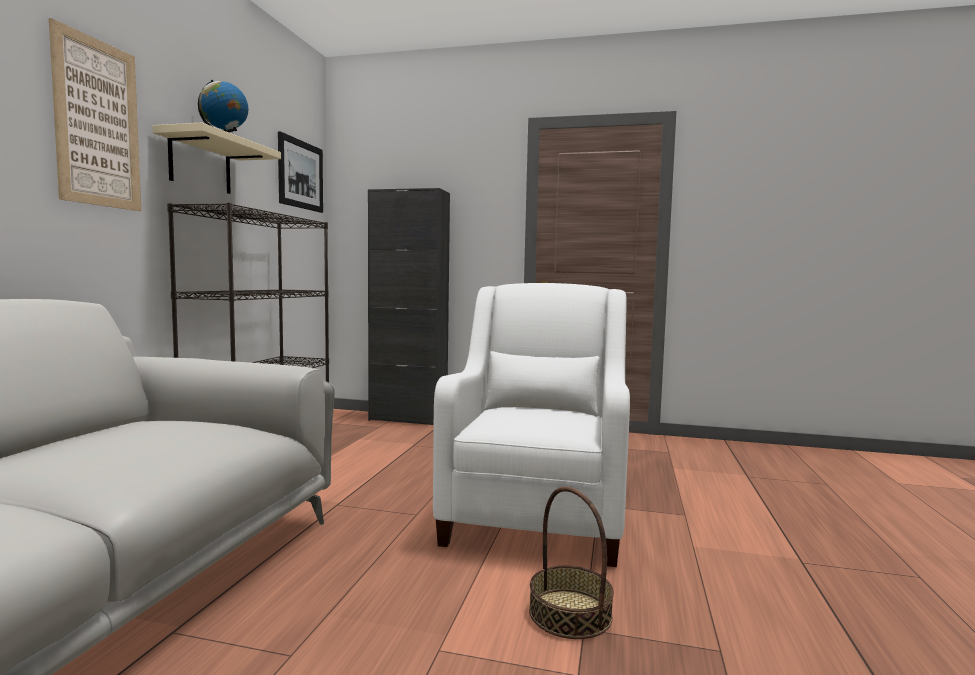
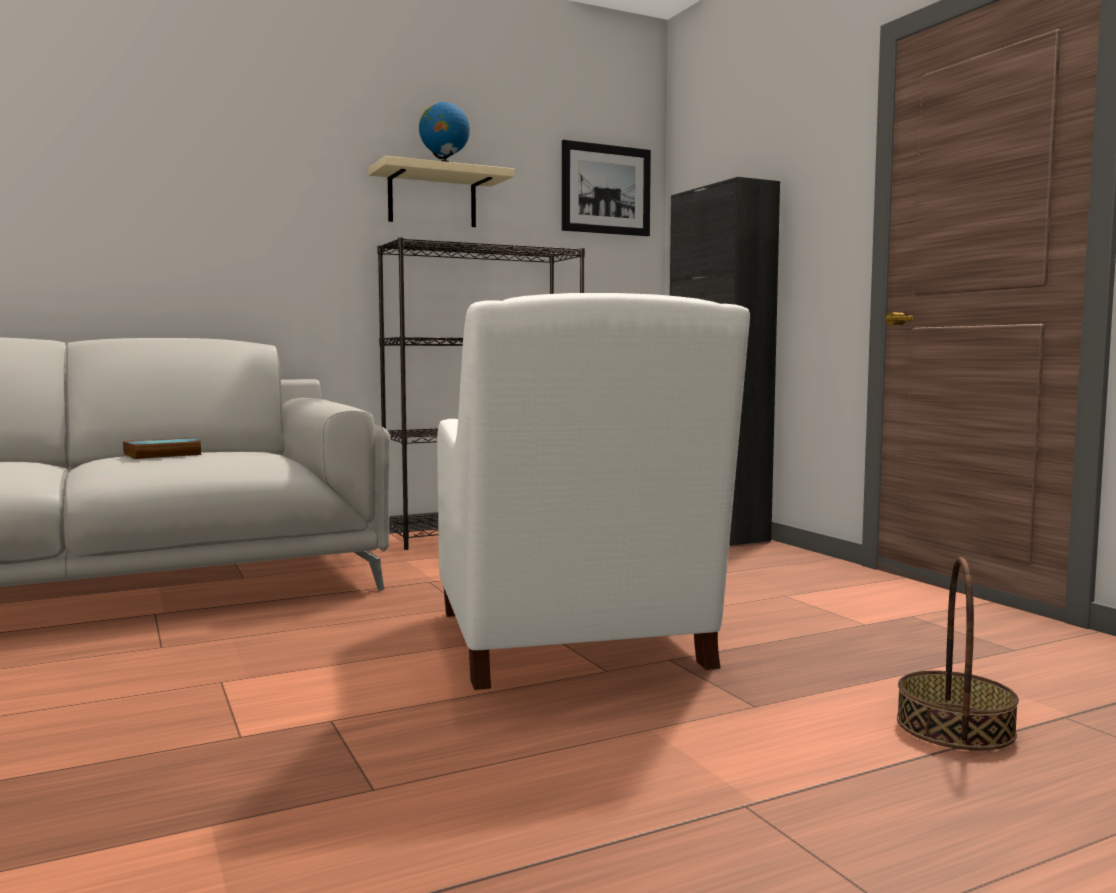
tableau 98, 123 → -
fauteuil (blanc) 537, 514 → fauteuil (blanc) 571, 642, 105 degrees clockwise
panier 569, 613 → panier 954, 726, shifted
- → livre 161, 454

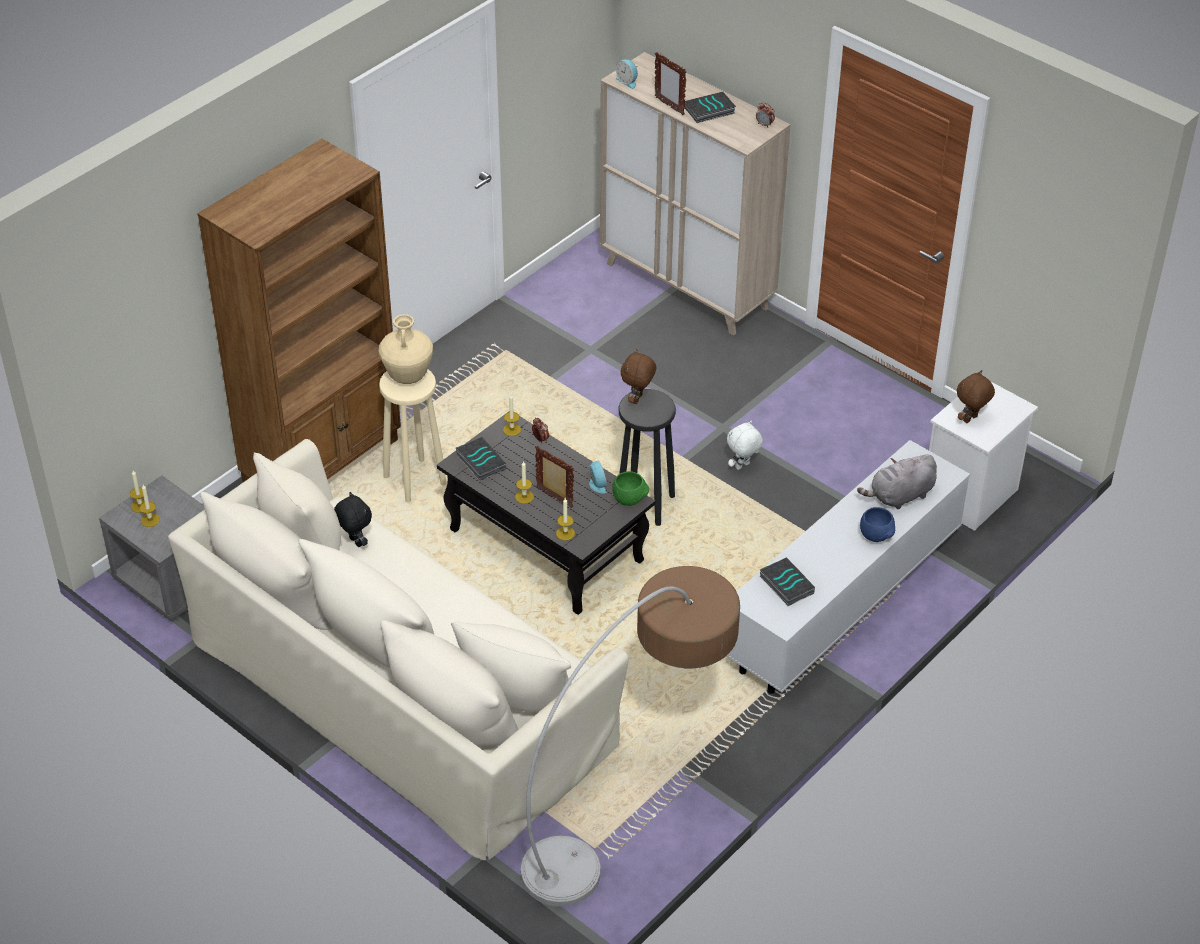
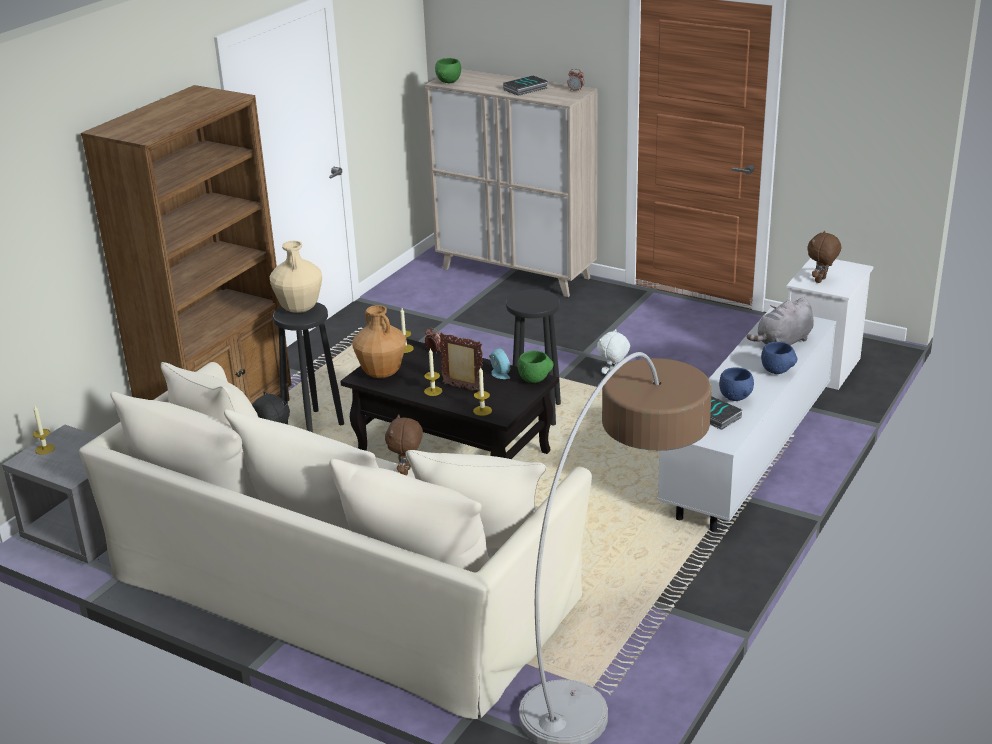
bougie 150, 520 → -
tabouret (beige) 414, 480 → tabouret (noir) 313, 425
livre 479, 462 → vase (marron) 381, 373
réveil 627, 81 → bol (vert) 448, 82
peluche (marron) 638, 399 → peluche (marron) 407, 472, shifted
cadre photo 669, 106 → -
- → bol (bleu) 735, 398

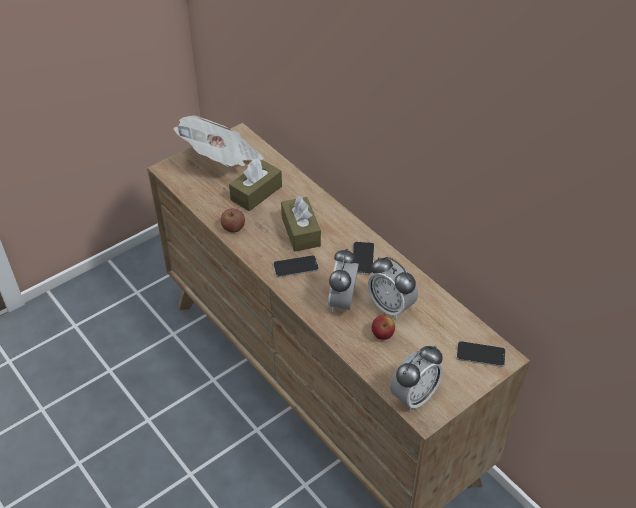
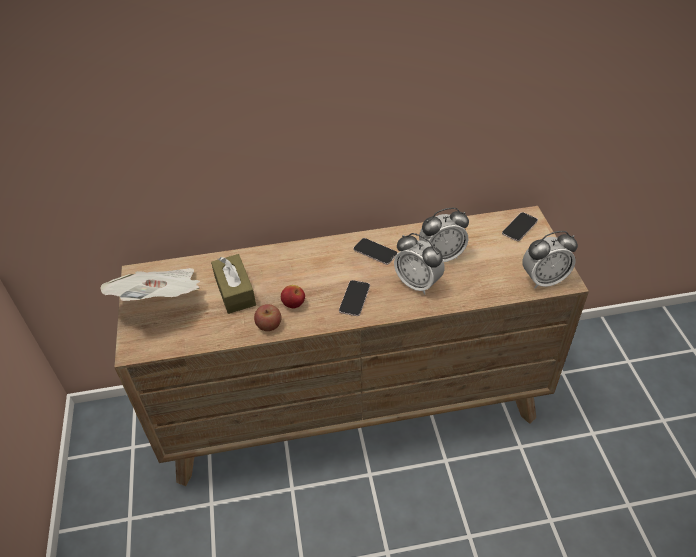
boîte à mouchoirs (marron) 300, 231 → -
pomme 382, 335 → pomme 293, 304, shifted
réveil 414, 396 → réveil 543, 280, 90 degrees clockwise

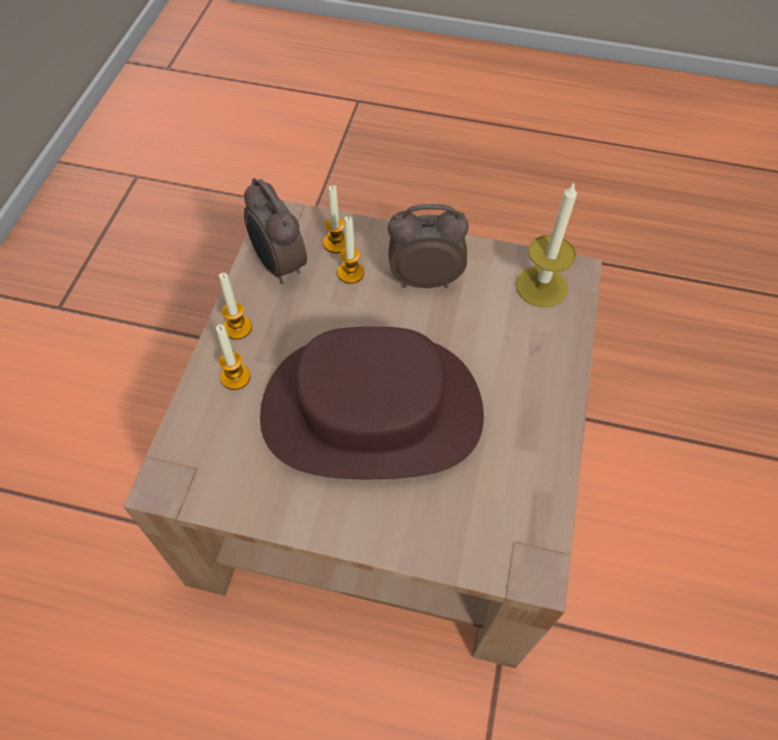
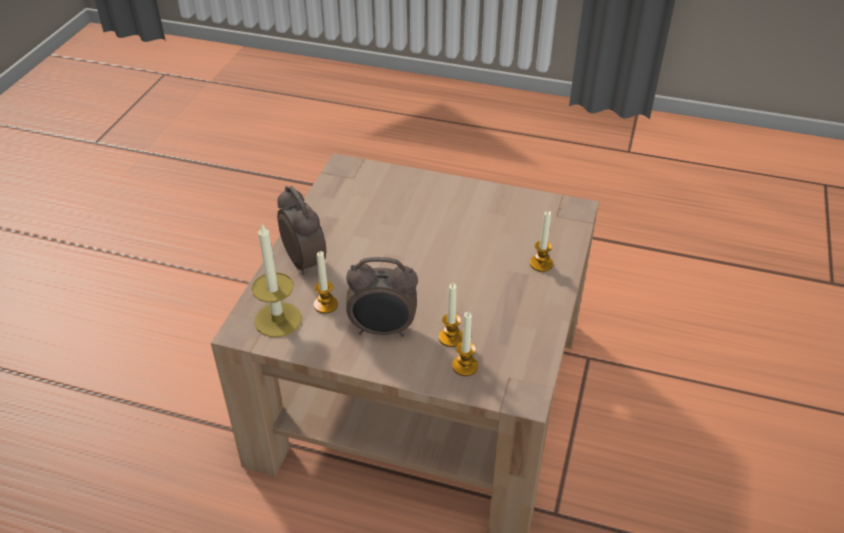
bougie 237, 328 → bougie 325, 305, shifted
réveil 278, 266 → réveil 306, 261, shifted
chapeau (marron) 371, 412 → -

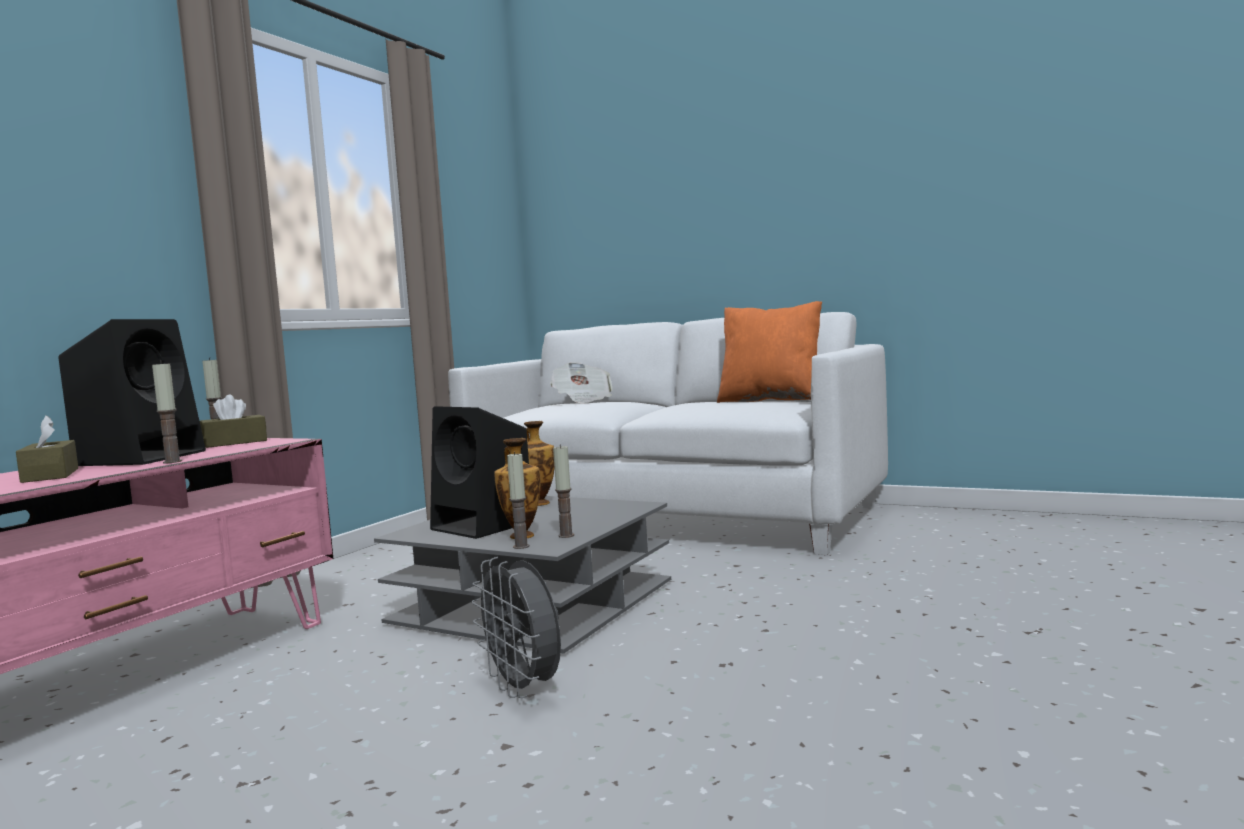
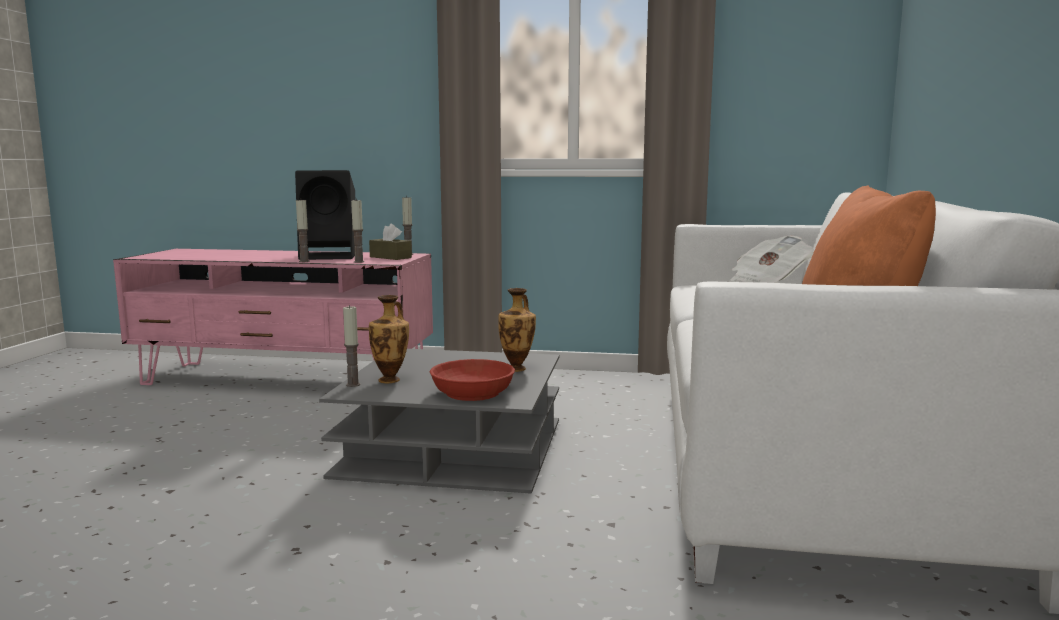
boîte à mouchoirs (marron) 50, 475 → -
enceinte (noir) 484, 526 → -
ventilateur (gris) 524, 689 → -
bougie 566, 535 → bougie 359, 262, shifted
- → bol (rouge) 472, 392

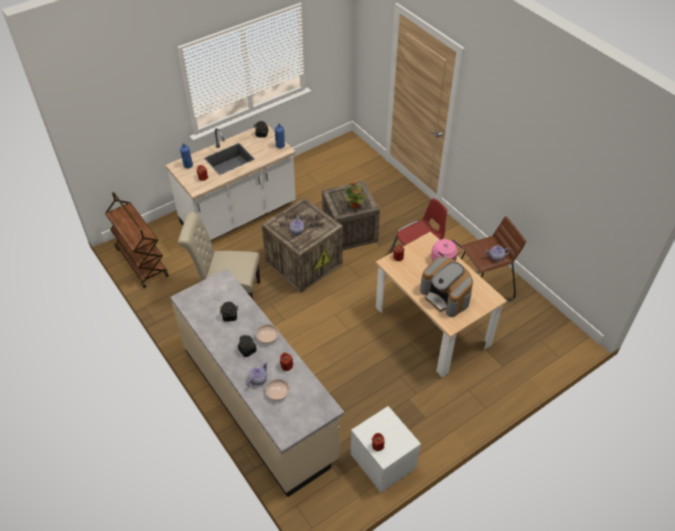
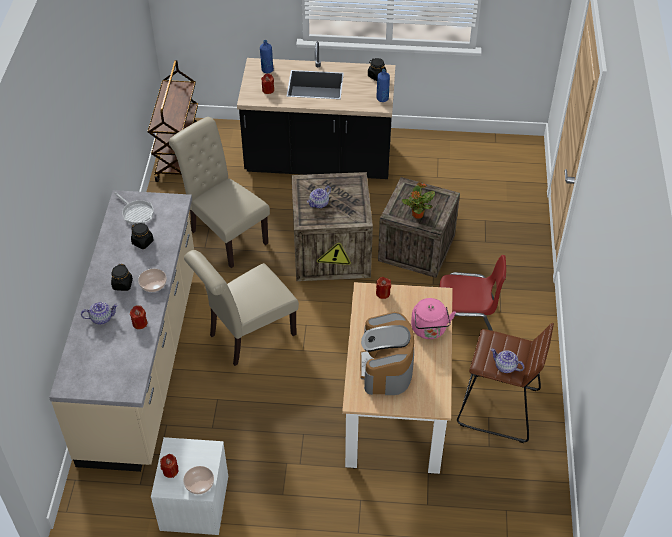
comptoir de cuisine (blanc) 239, 214 → comptoir de cuisine (noir) 318, 161
bol 278, 393 → bol 199, 484, shifted
- → poêle 136, 212
- → chaise (beige) 247, 336

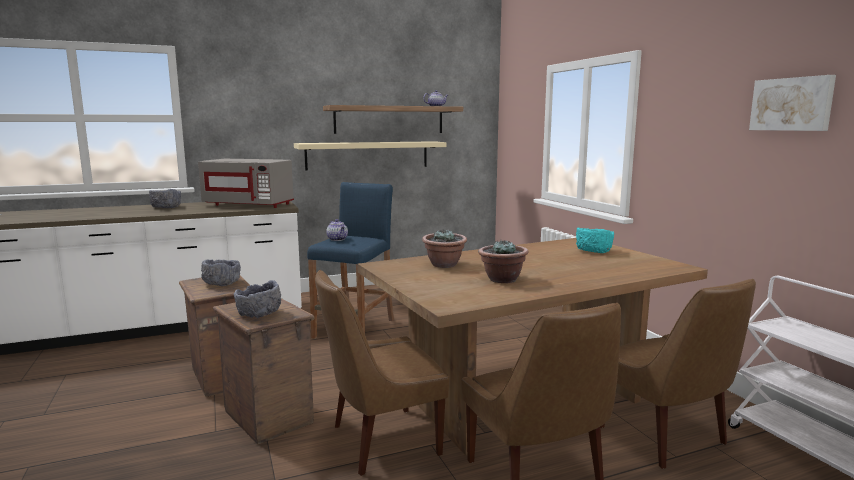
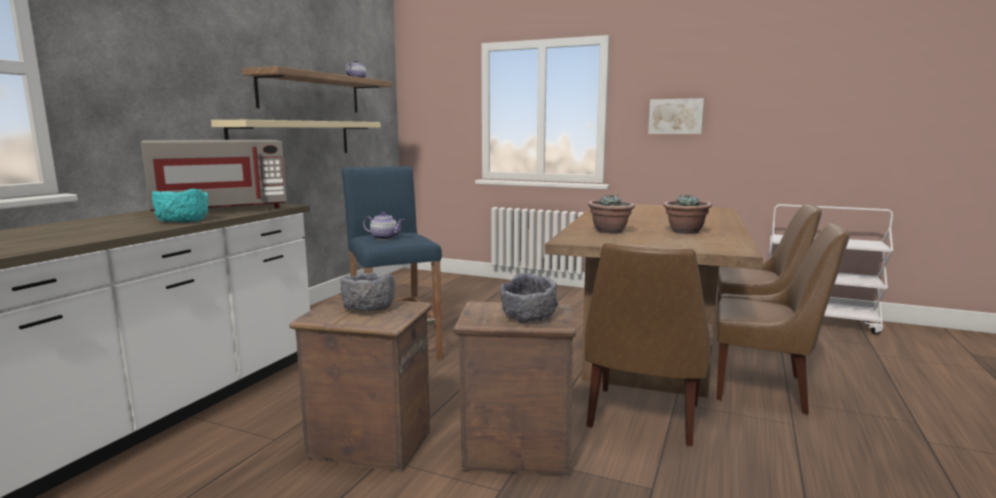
bol (gris) 166, 207 → -
bol (turquoise) 593, 251 → bol (turquoise) 182, 221, shifted
tableau 792, 104 → tableau 675, 116, shifted

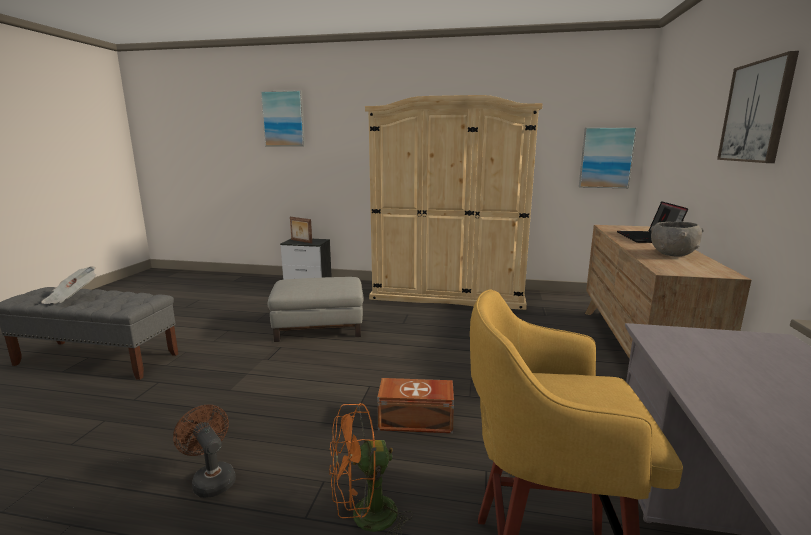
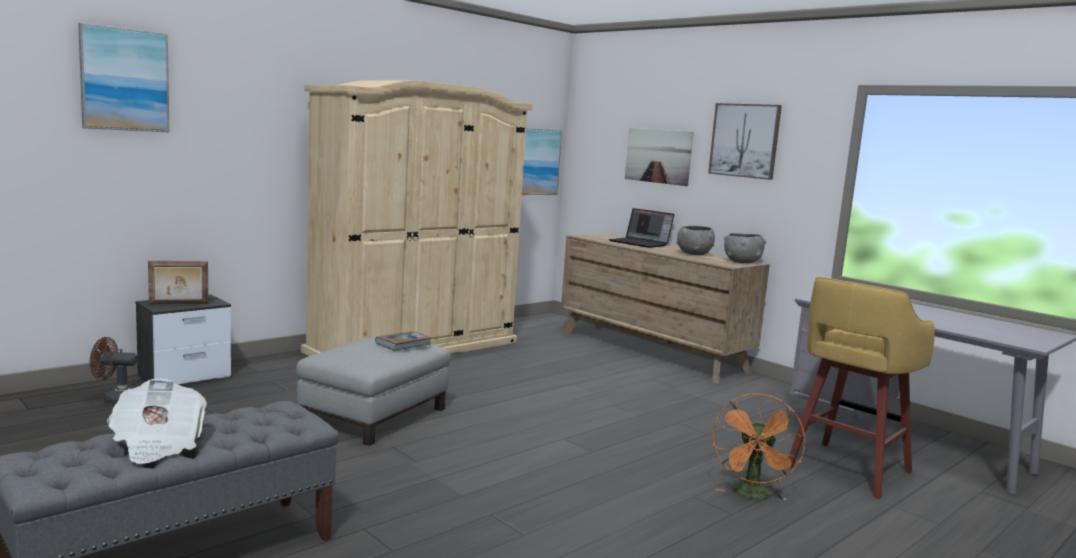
ventilateur (marron) 211, 479 → ventilateur (marron) 116, 399, shifted
boîte de rangement (marron) 417, 421 → -
- → livre 403, 344
- → tableau 658, 156
- → bol (gris) 742, 262

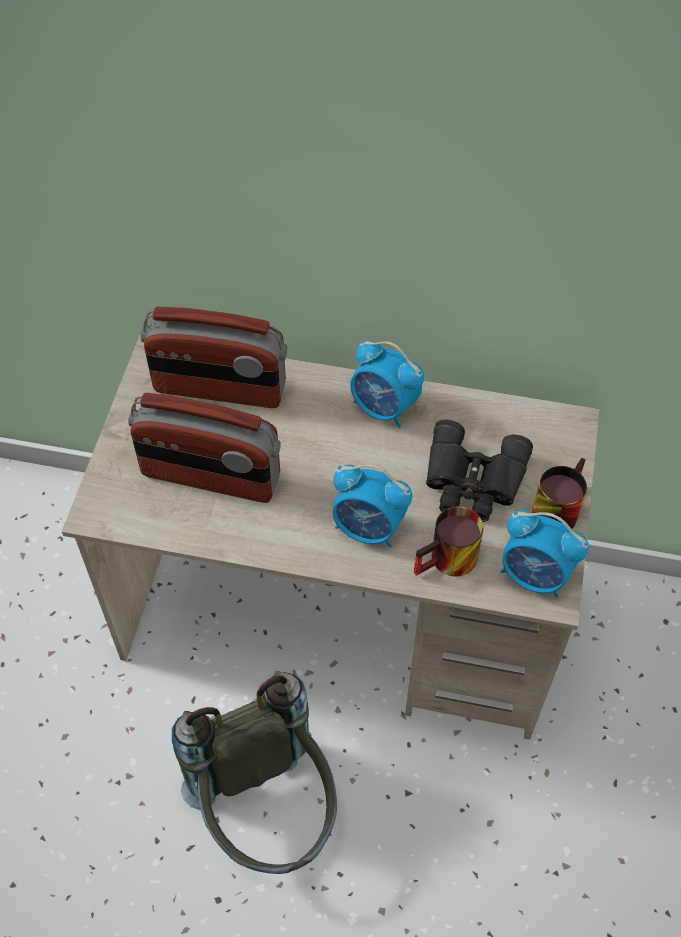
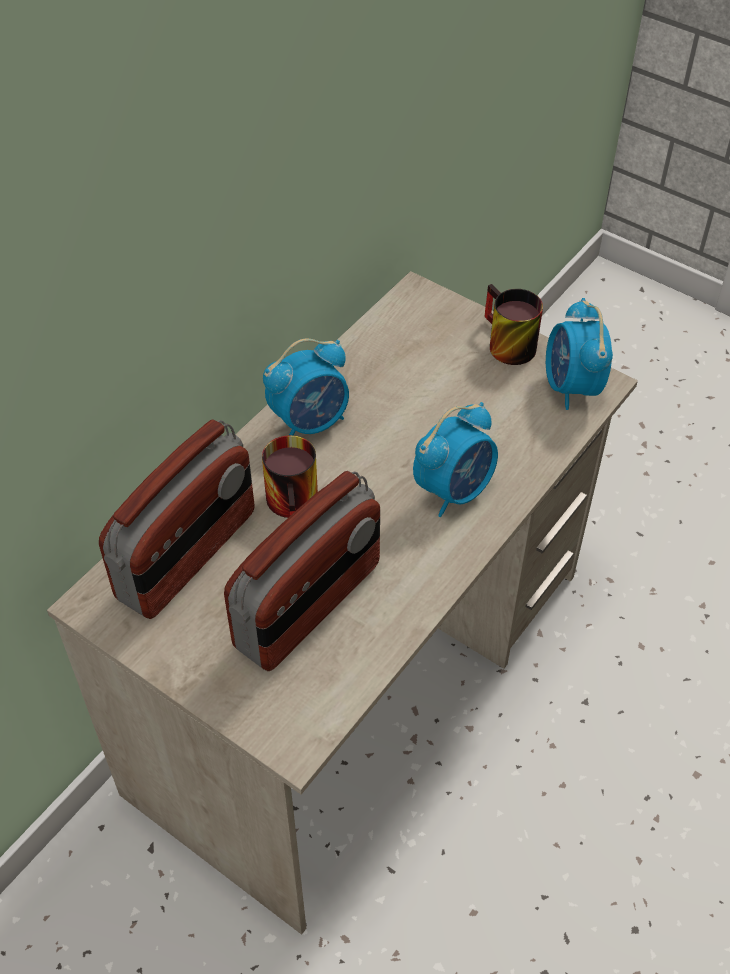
sac à dos (gris) 268, 813 → -
mug 449, 563 → mug 297, 505, shifted
jumelles (noir) 473, 481 → -
réveil 535, 575 → réveil 571, 387, 120 degrees clockwise

